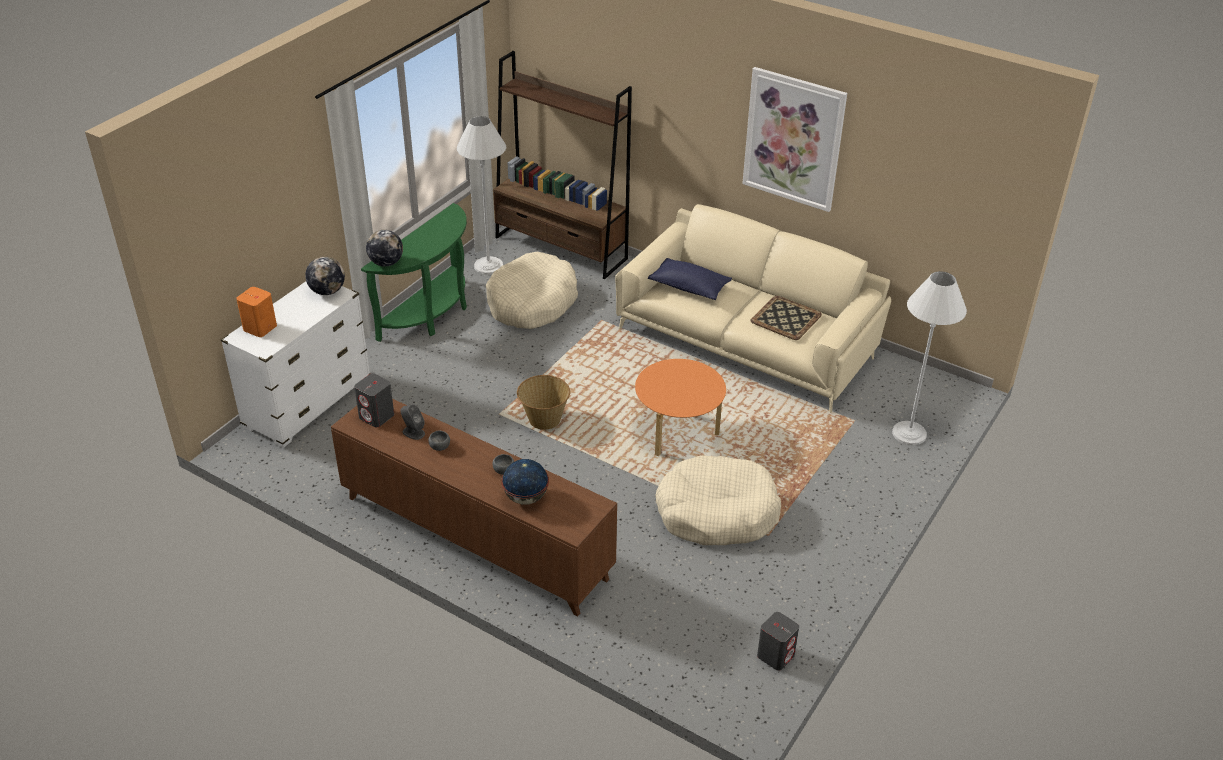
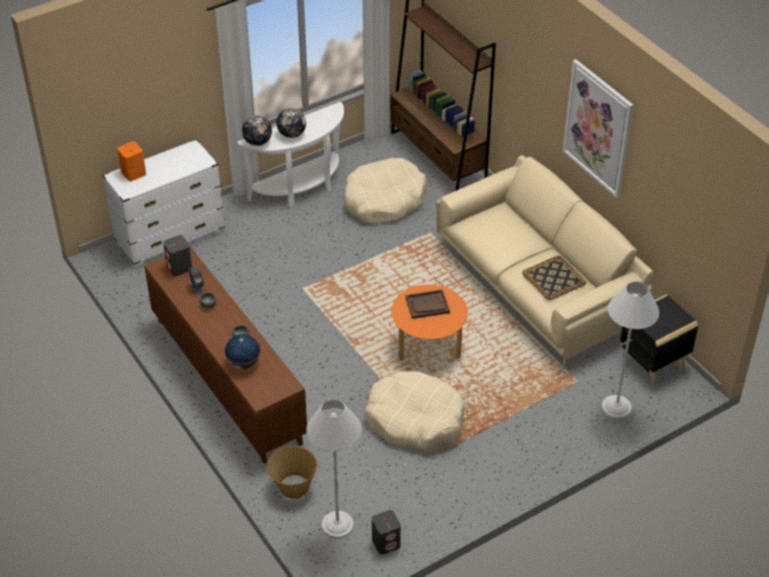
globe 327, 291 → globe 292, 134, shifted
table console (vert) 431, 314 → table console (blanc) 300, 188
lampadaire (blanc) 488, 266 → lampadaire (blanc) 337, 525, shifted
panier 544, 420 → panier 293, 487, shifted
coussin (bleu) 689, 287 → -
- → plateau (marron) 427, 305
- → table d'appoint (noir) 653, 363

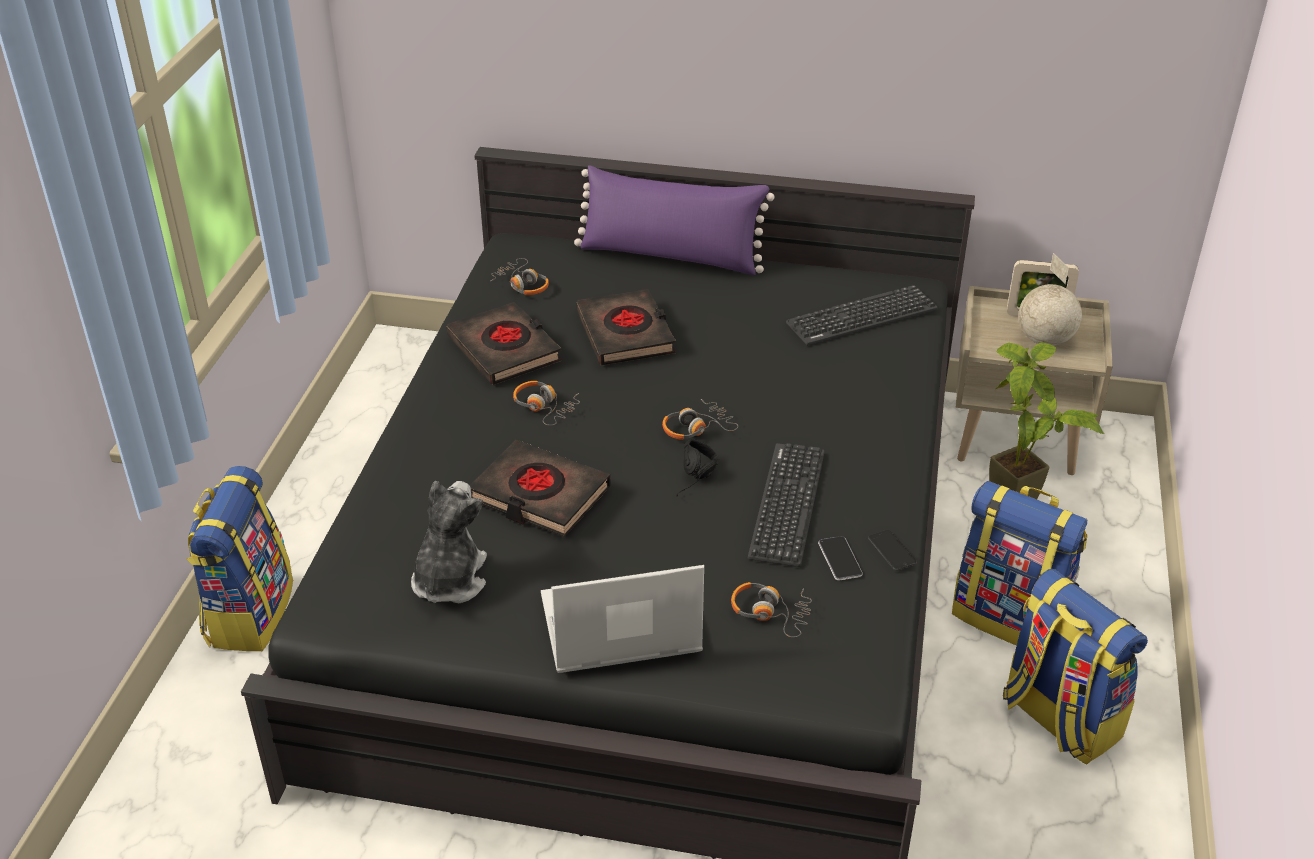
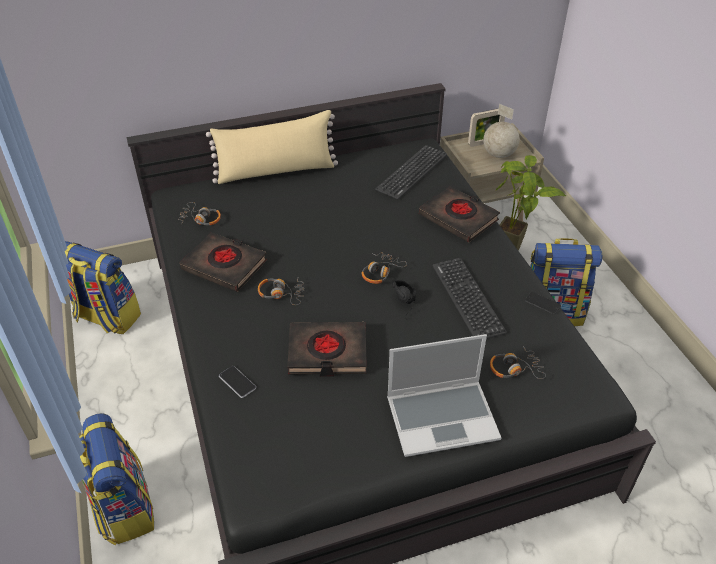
peluche 449, 580 → -
ordinateur portable 618, 628 → ordinateur portable 443, 417, 150 degrees counterclockwise
coussin (violet) 670, 256 → coussin (beige) 276, 171
livre (noir) 626, 334 → livre (noir) 458, 218, shifted
téléphone 840, 559 → téléphone 237, 382, shifted
sac à dos 1058, 719 → sac à dos 106, 317, shifted

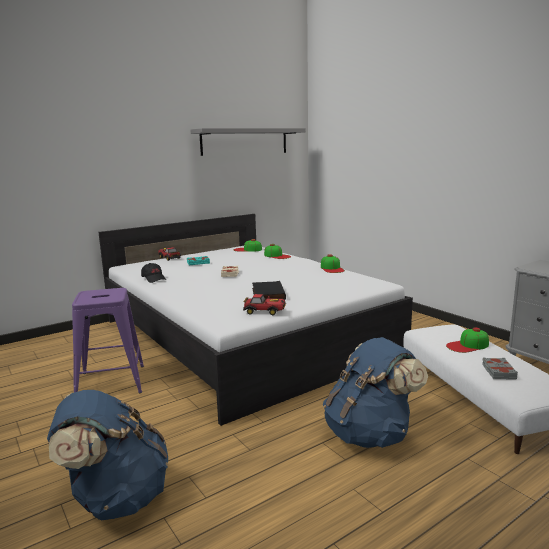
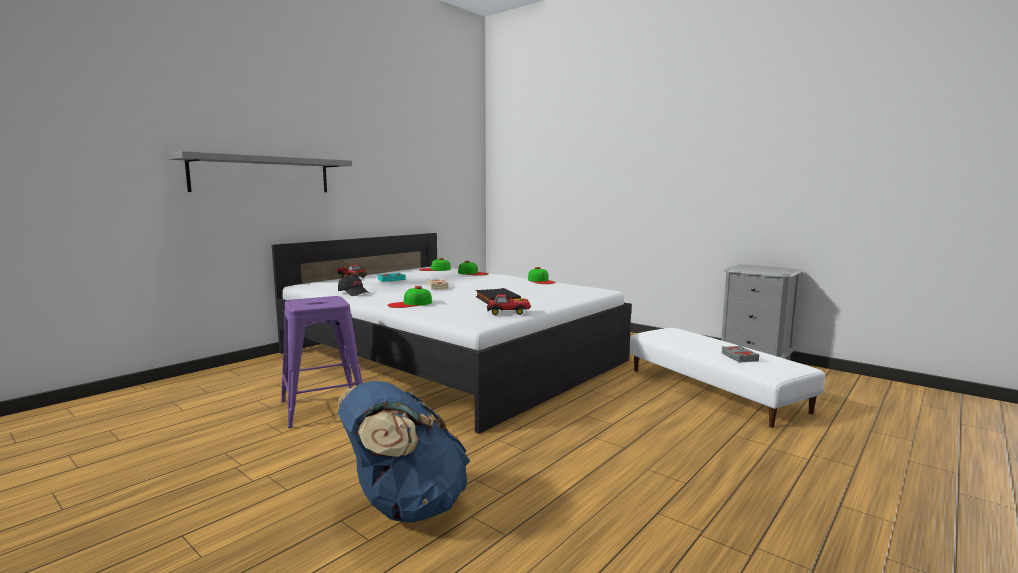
étagère (gris) 245, 141 → étagère (gris) 262, 175, shifted
sac à dos (bleu) 370, 434 → -
casquette 468, 345 → casquette 410, 304, shifted

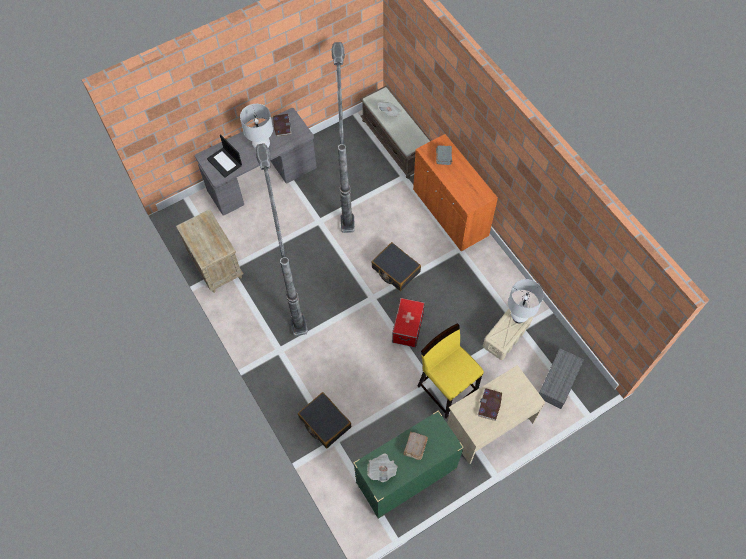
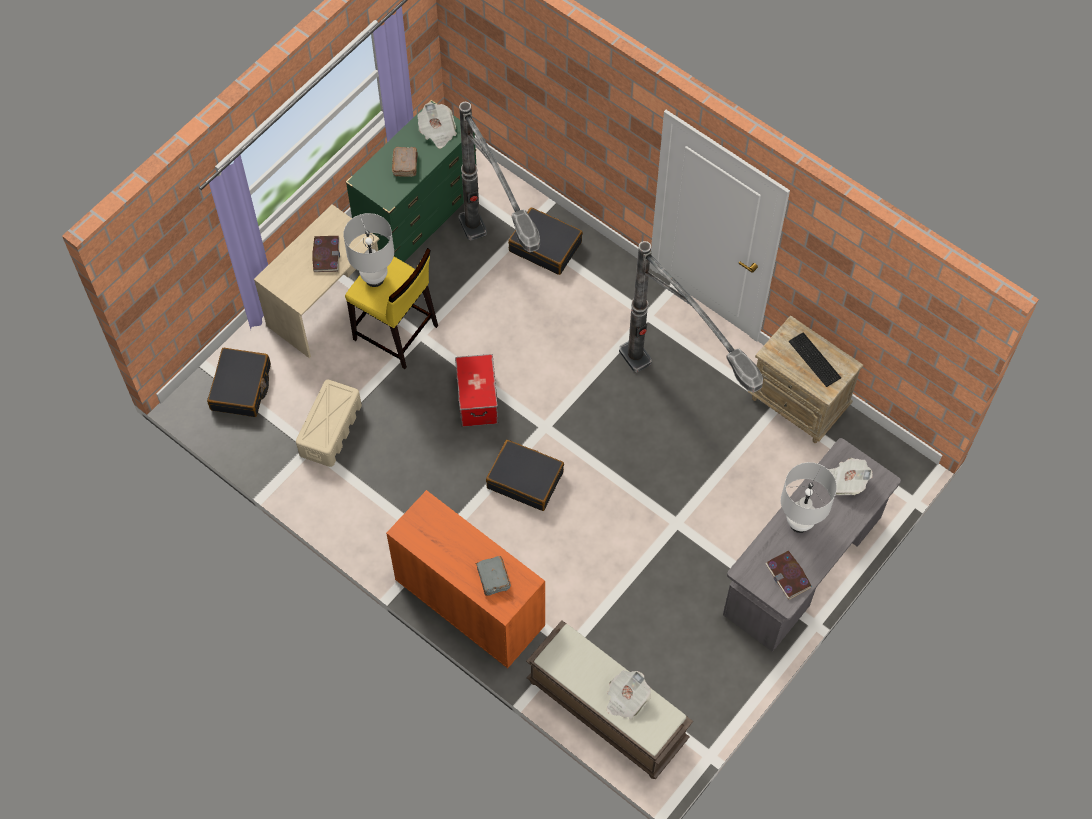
ordinateur portable 225, 162 → journal 845, 481
lampadaire 345, 182 → lampadaire 500, 287, shifted
lampe de table (blanc) 518, 317 → lampe de table (blanc) 374, 279, shifted
boîte de rangement (gris) 558, 382 → valise (noir) 241, 387
- → clavier 814, 360

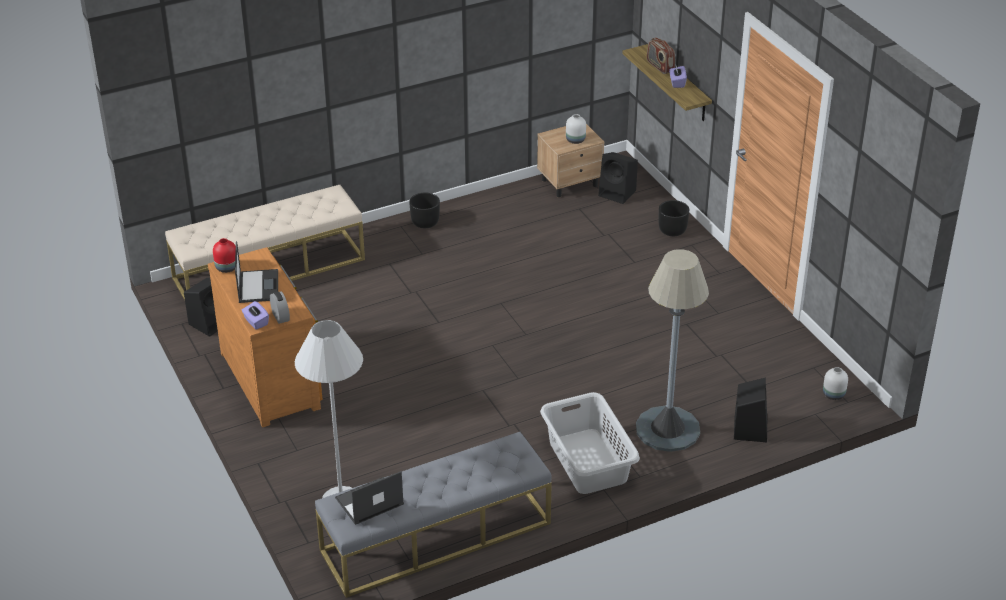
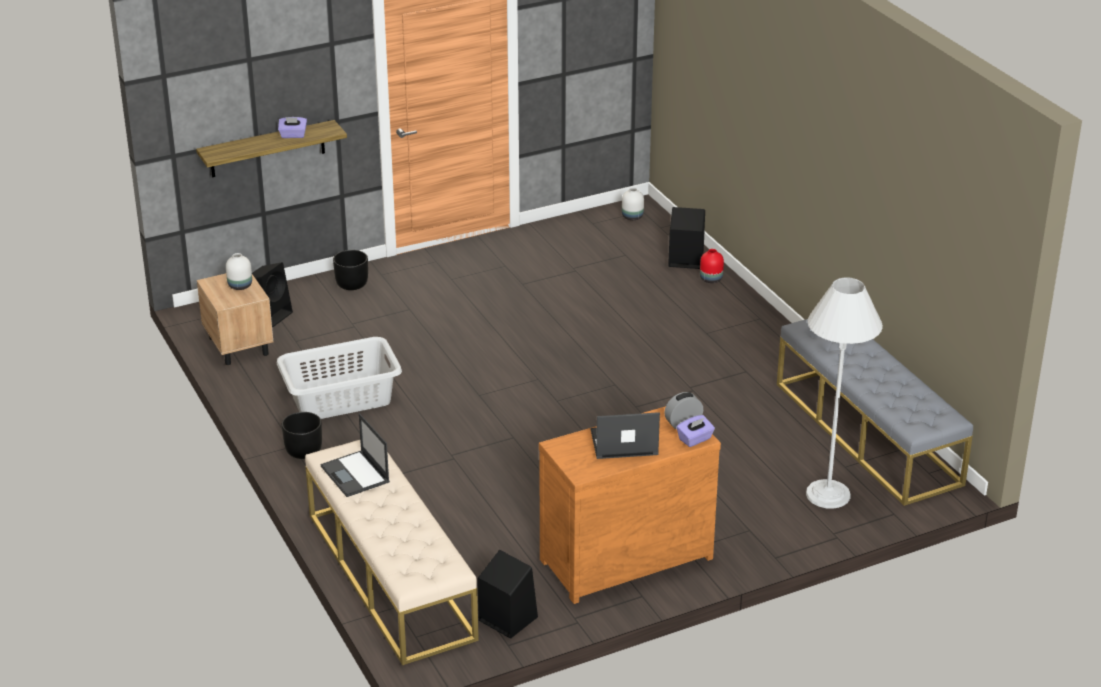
vase (rouge) 227, 267 → vase (rouge) 710, 279, shifted
ordinateur portable 368, 502 → ordinateur portable 355, 474, shifted
panier à linge (gris) 588, 460 → panier à linge (gris) 340, 398, shifted
lampadaire (gris) 668, 429 → -
radio 660, 66 → -

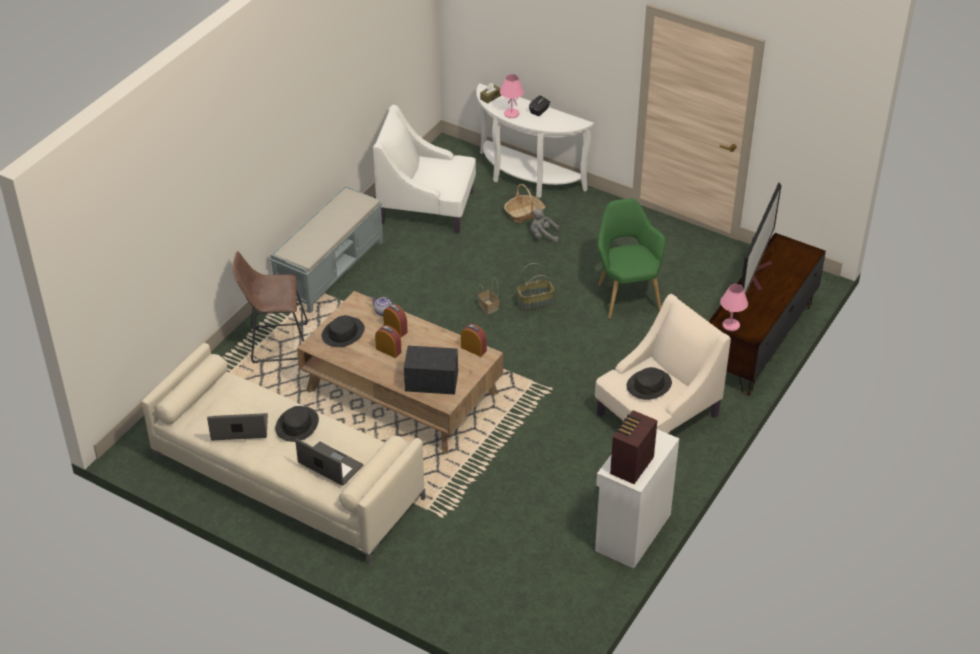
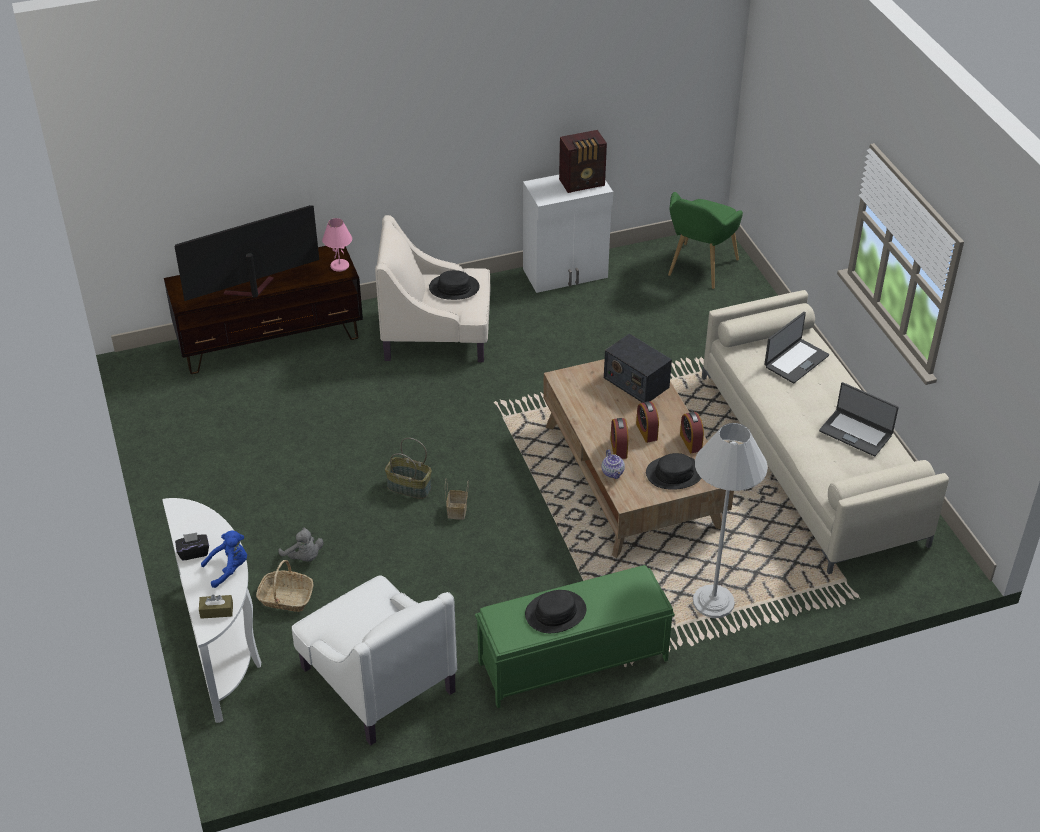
tabouret (marron) 275, 343 → lampadaire (blanc) 713, 602
banc (gris) 330, 269 → banc (vert) 571, 661
chapeau (noir) 297, 425 → chapeau (noir) 555, 613, shifted
ordinateur portable 330, 465 → ordinateur portable 795, 361, 120 degrees counterclockwise
réveil 473, 349 → réveil 690, 442, shifted
lampe de table (rose) 511, 114 → peluche (bleu) 229, 569
fauteuil (vert) 626, 295 → fauteuil (vert) 698, 269, shifted

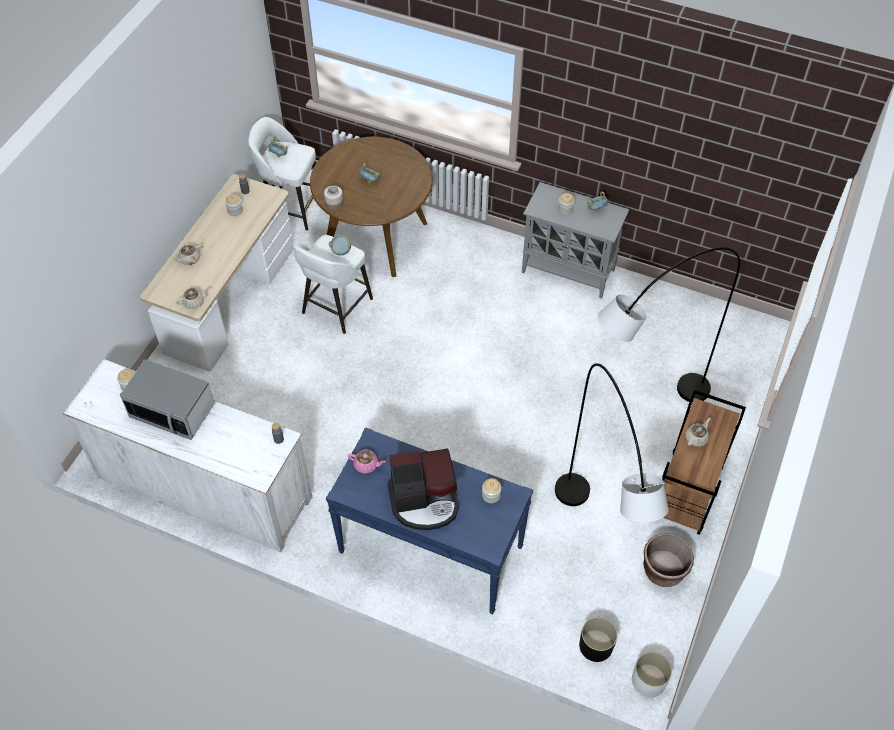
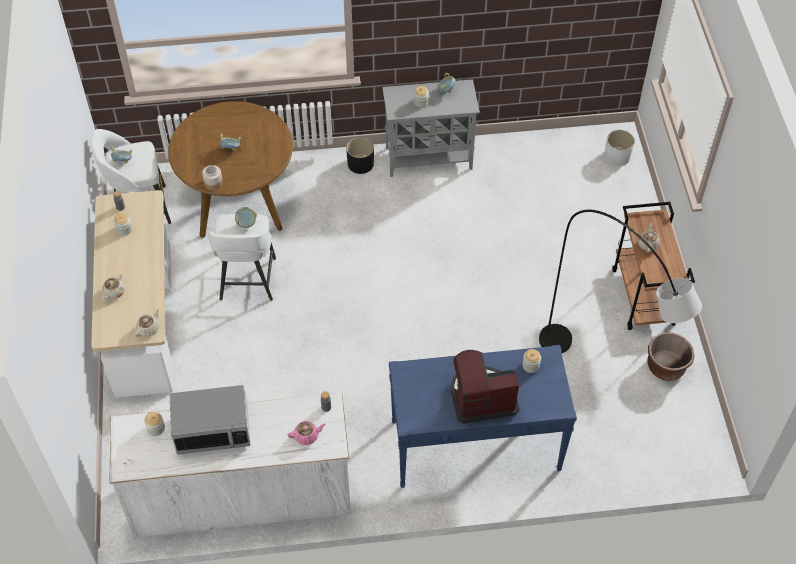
théière (rose) 366, 465 → théière (rose) 307, 436, shifted
machine à café 424, 501 → machine à café 482, 397, 150 degrees counterclockwise
cache-pot (noir) 596, 646 → cache-pot (noir) 360, 164, shifted
lampadaire (gris) 641, 413 → -
cache-pot (blanc) 649, 680 → cache-pot (blanc) 617, 156, shifted

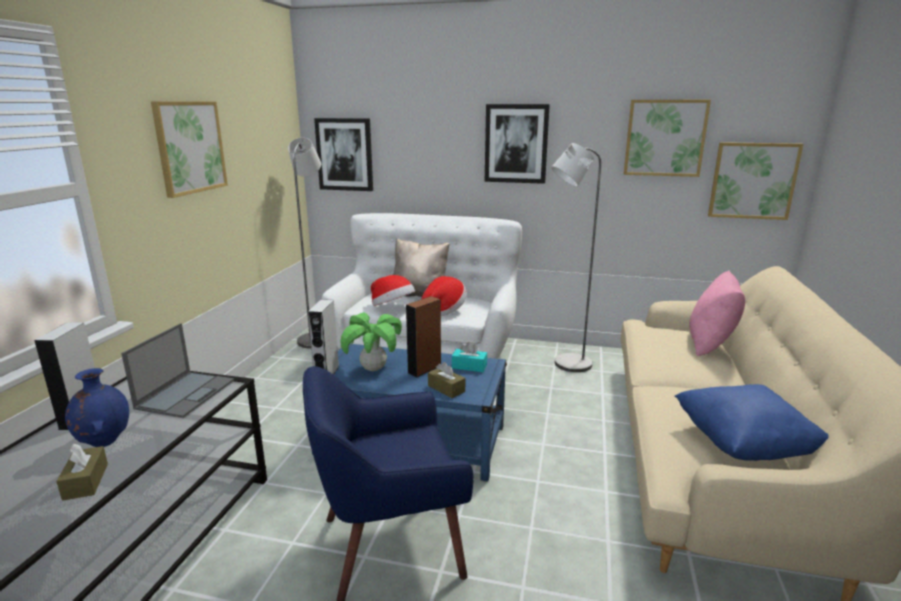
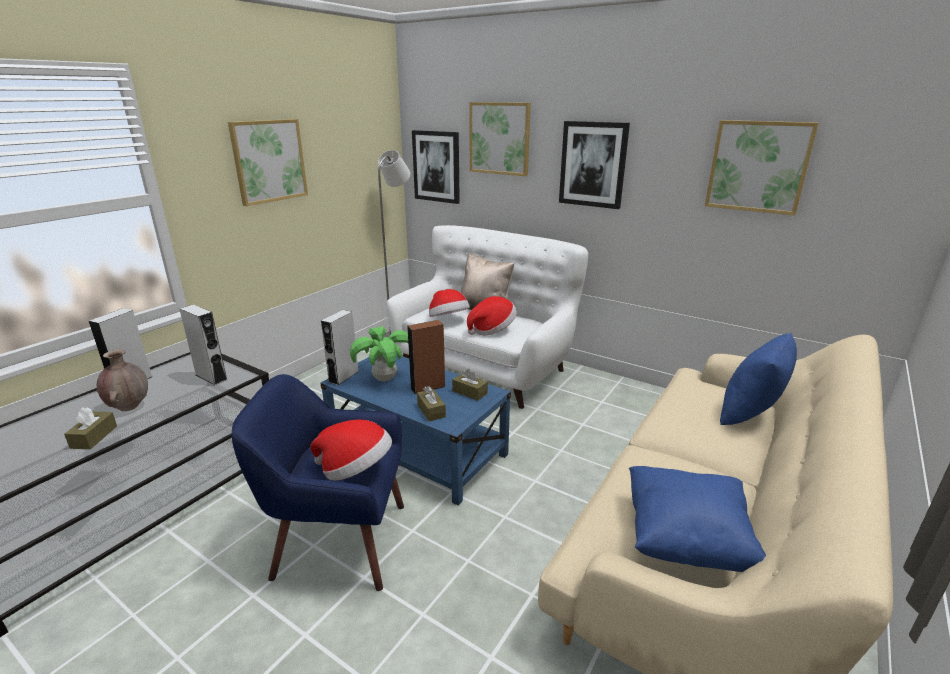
vase (bleu) 104, 441 → vase (marron) 129, 407
ordinateur portable 186, 393 → enceinte (gris) 211, 377
boîte à mouchoirs (turquoise) 469, 366 → boîte à mouchoirs (marron) 469, 392
lampadaire (gris) 566, 364 → -
coussin (rose) 710, 344 → coussin (bleu) 750, 413
tableau 752, 181 → tableau 499, 138, shifted
- → chapeau 356, 470

